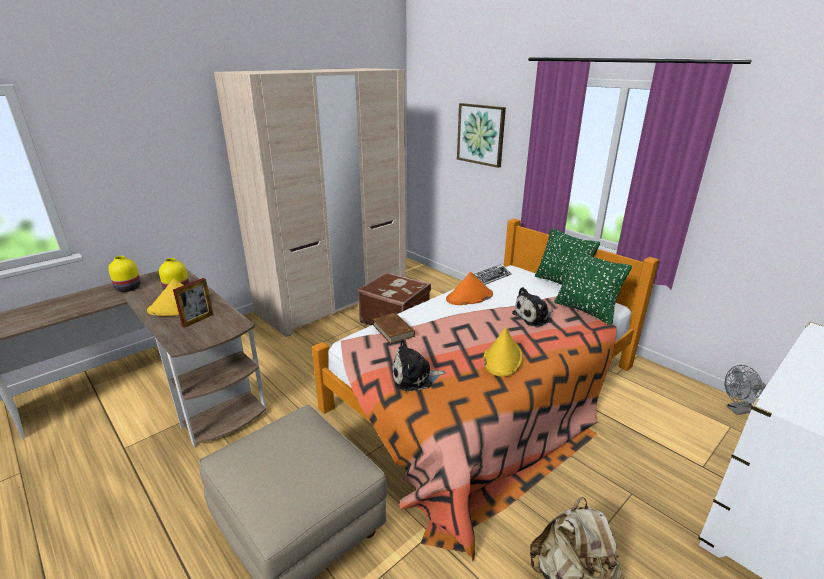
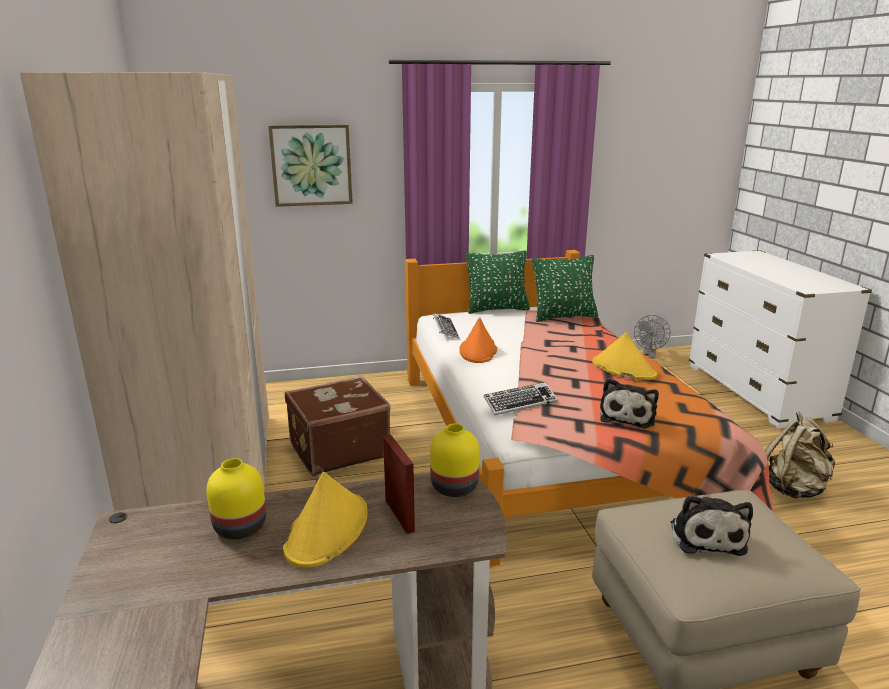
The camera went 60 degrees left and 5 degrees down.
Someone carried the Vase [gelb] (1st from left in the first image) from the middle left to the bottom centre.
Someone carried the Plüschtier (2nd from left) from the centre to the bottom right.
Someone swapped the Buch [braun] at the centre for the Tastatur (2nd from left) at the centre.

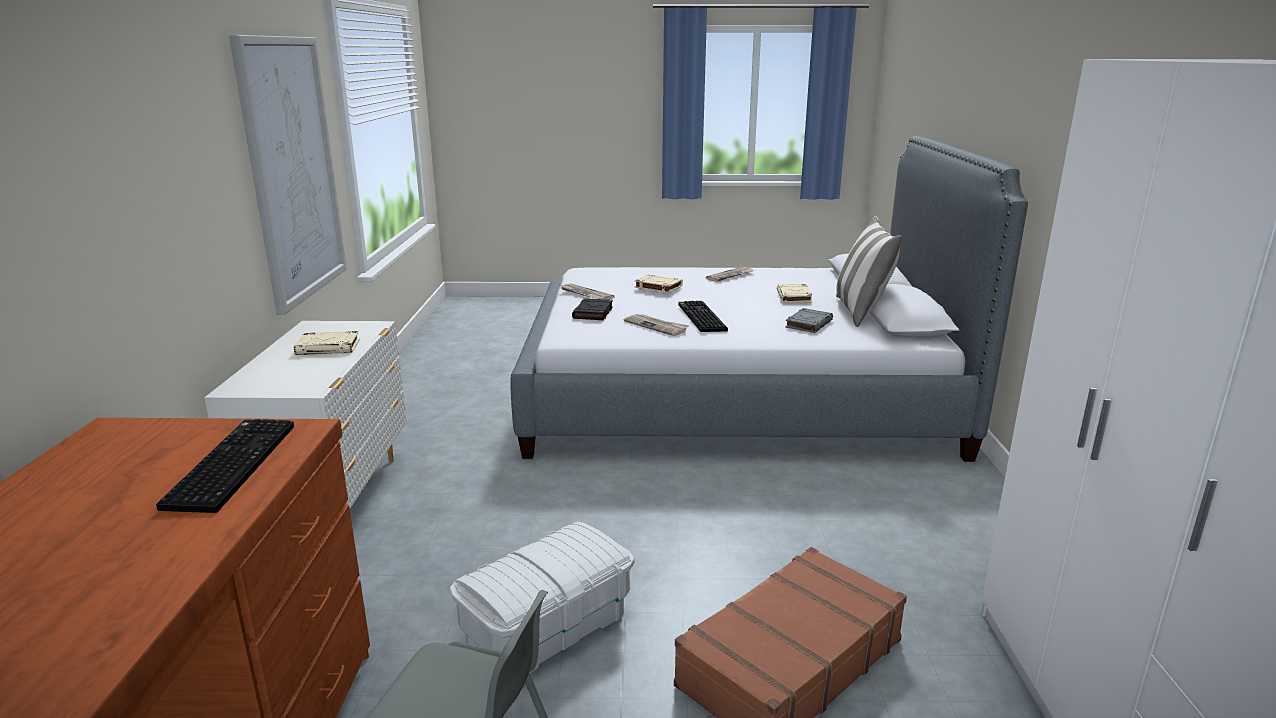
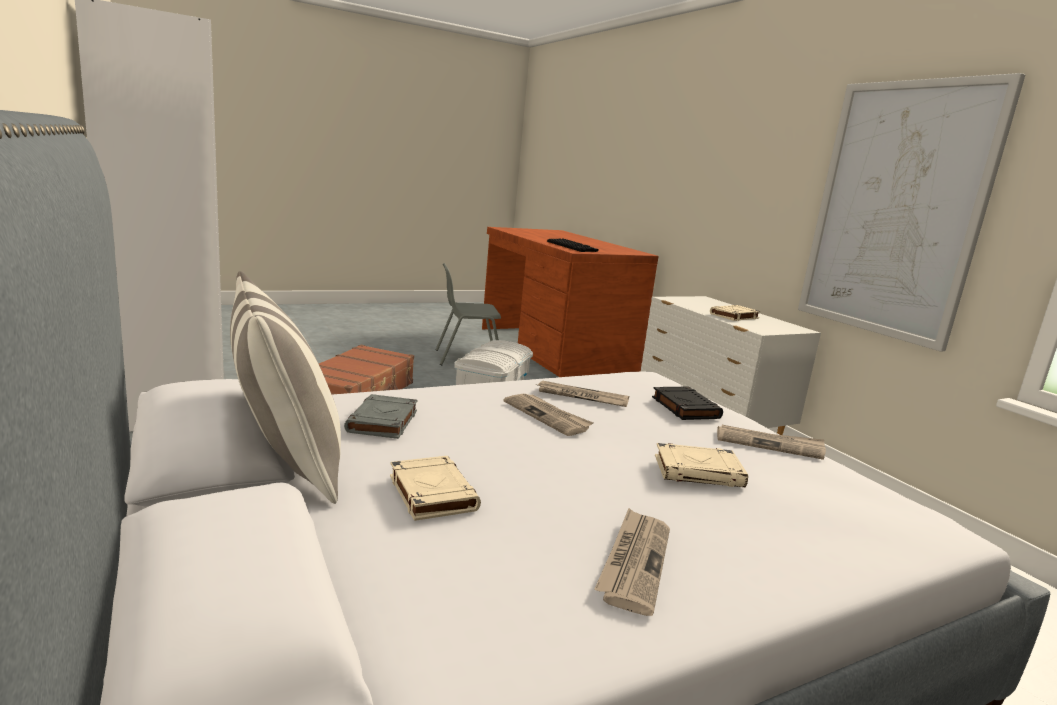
The camera went 150 degrees right and 5 degrees down.
Someone swapped the Tastatur (2nd from left) at the centre for the Zeitung (1st from left) at the centre.

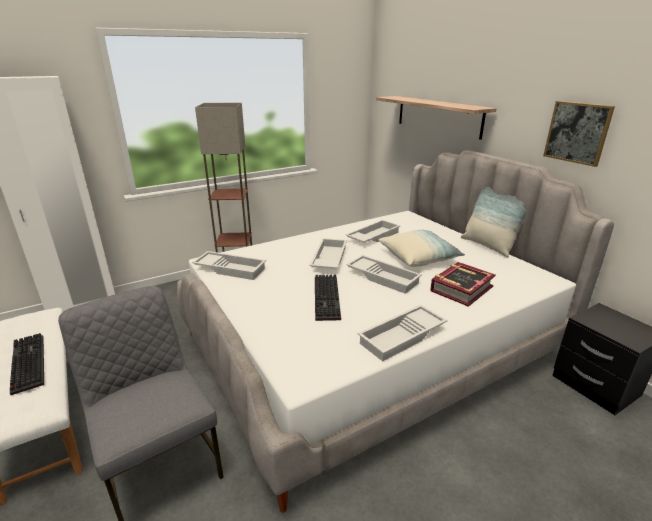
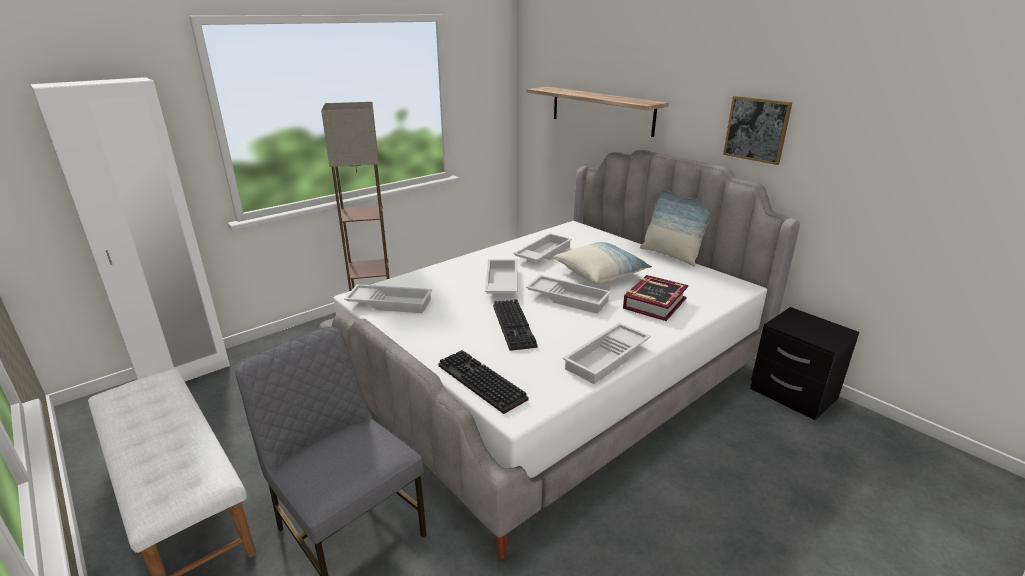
The camera went 10 degrees left and 0 degrees up.
Someone carried the Tastatur (1st from left) from the bottom left to the centre.

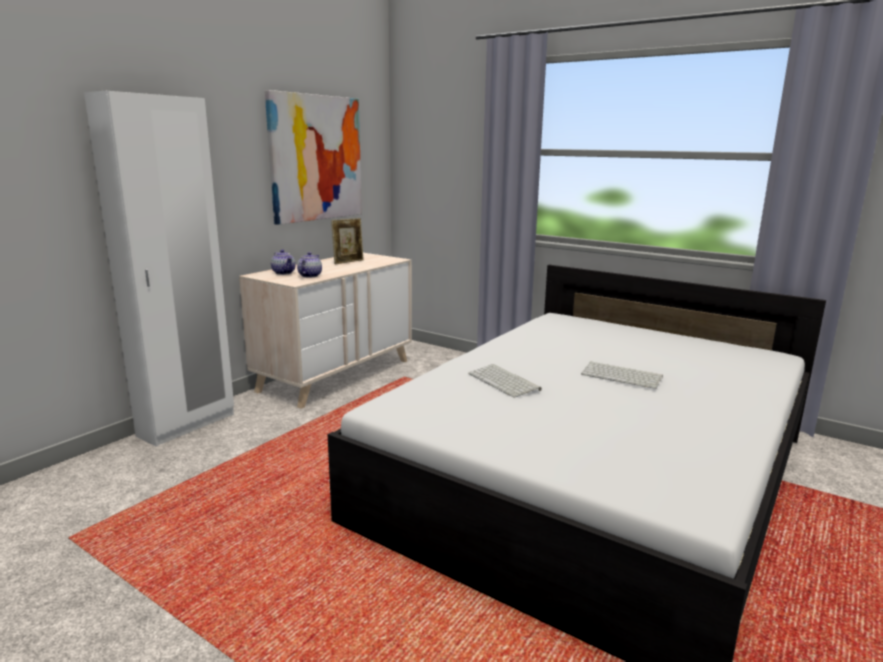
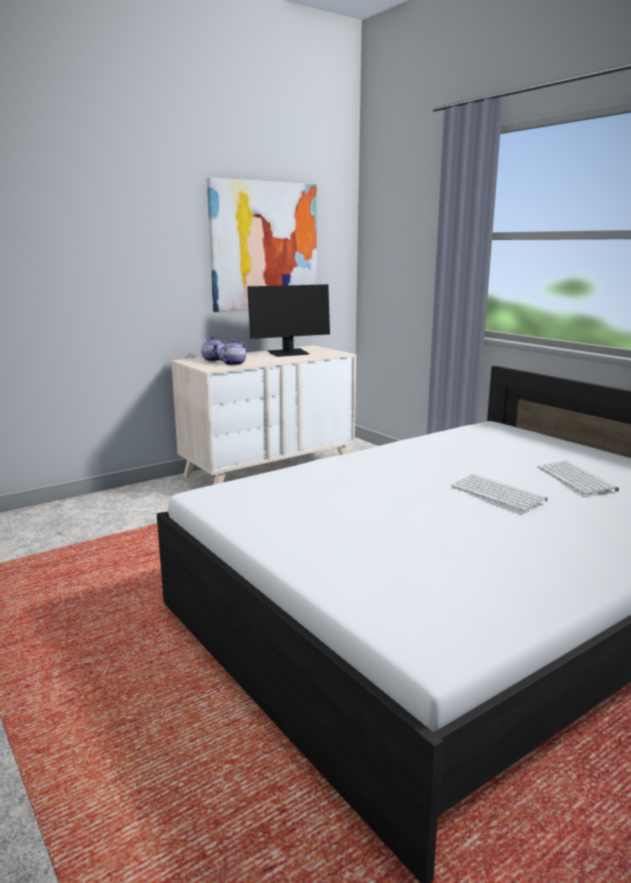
The camera went 20 degrees right and 0 degrees up.
Someone took away the Kleiderschrank [weiß] at the middle left.
Someone carried the Tastatur (1st from left in the first image) from the centre to the middle right.
Someone swapped the Bilderrahmen at the centre for the Monitor at the centre.

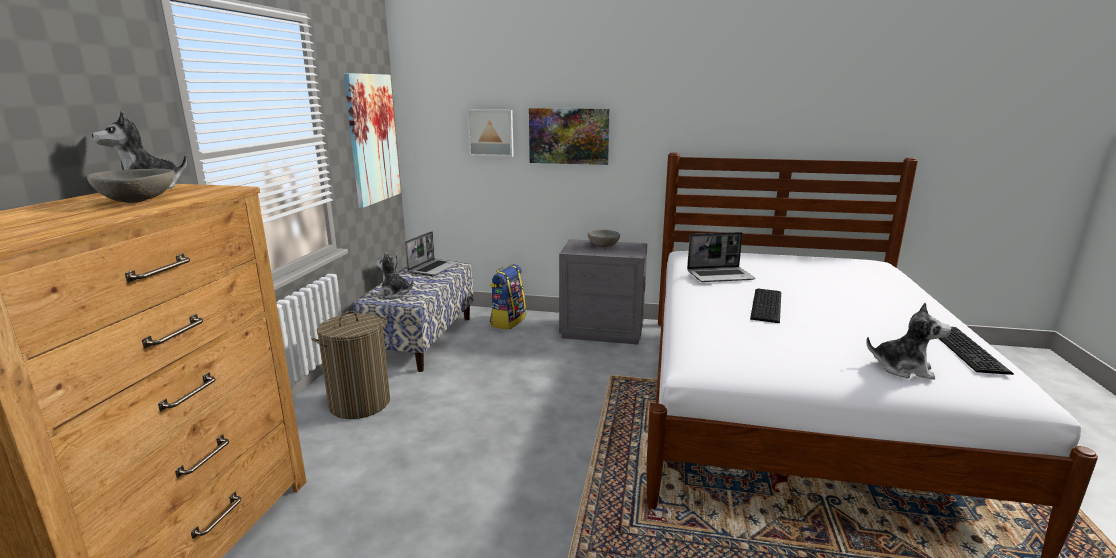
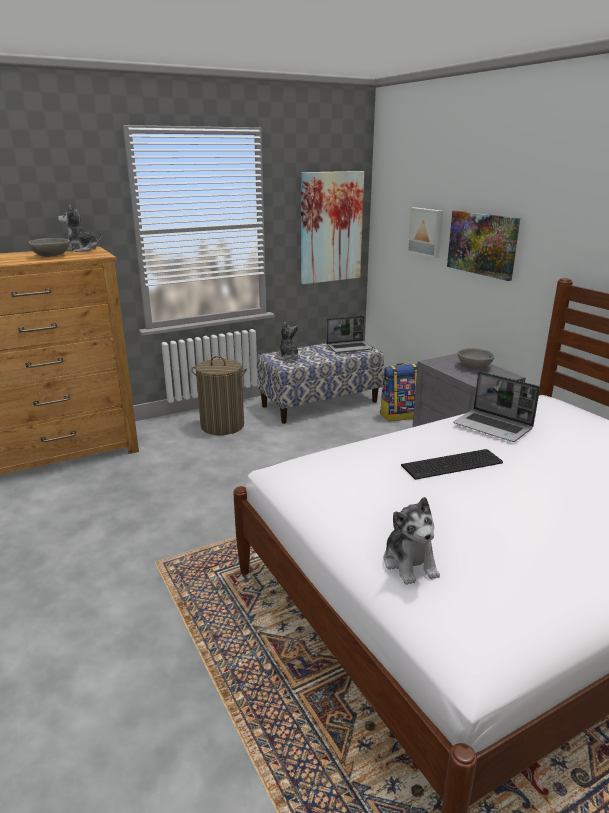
The camera went 50 degrees right and 5 degrees up.
Someone took away the Tastatur (2nd from left) at the middle right.

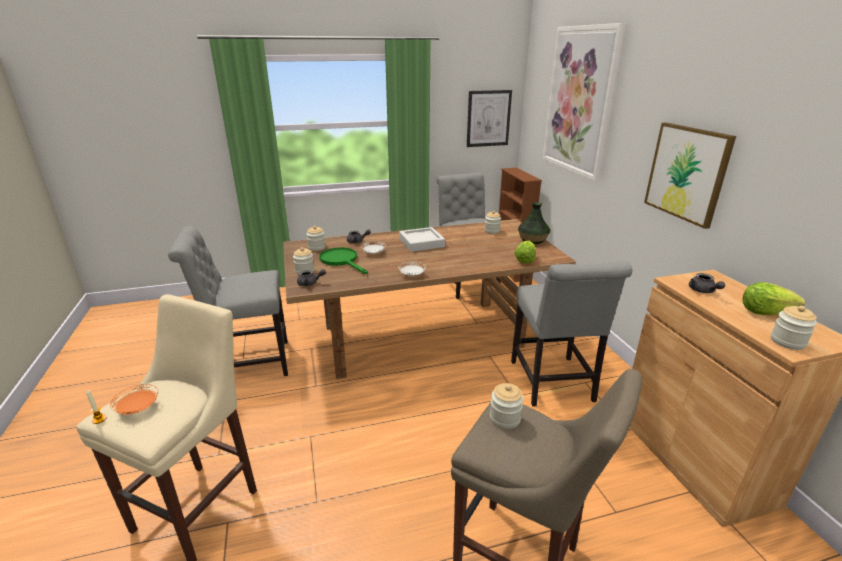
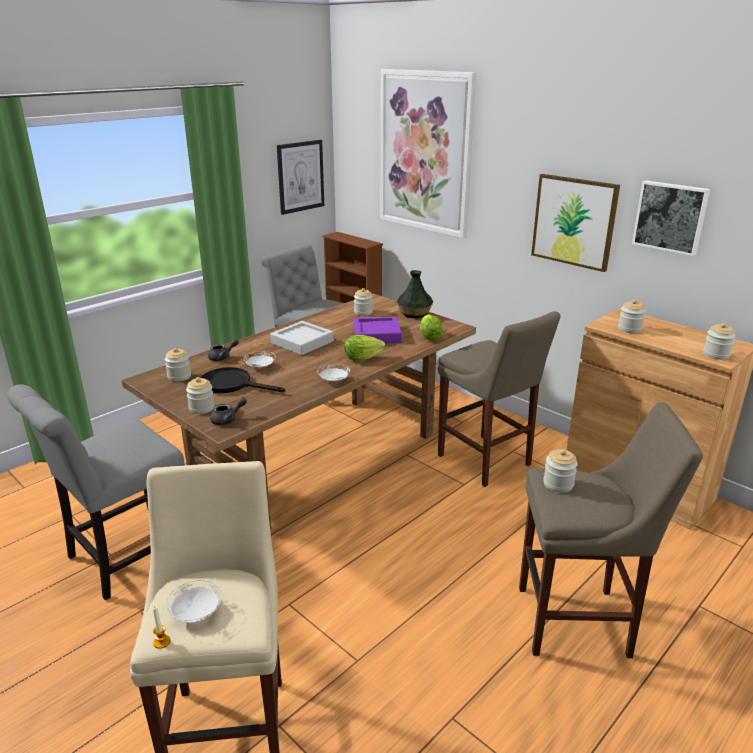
The camera went 30 degrees left and 0 degrees up.
Someone put down the Tablett [lila] at the centre.
Someone put up the Bild (4th from left) at the top right.
Someone carried the Salatkopf (2nd from left in the first image) from the middle right to the centre.
Someone swapped the Stuhl [grau] (3rd from left) at the middle right for the Hocker [beige] (2nd from left) at the centre.
Someone swapped the Teekanne [grau] (3rd from left) at the middle right for the Vorratsglas (5th from left) at the middle right.
Someone repainted the Teller [orange] at the bottom left, which became the Teller [weiß] (1st from left) at the bottom left.
Someone repainted the Pfanne [grün] at the centre, which became the Pfanne [schwarz] at the middle left.

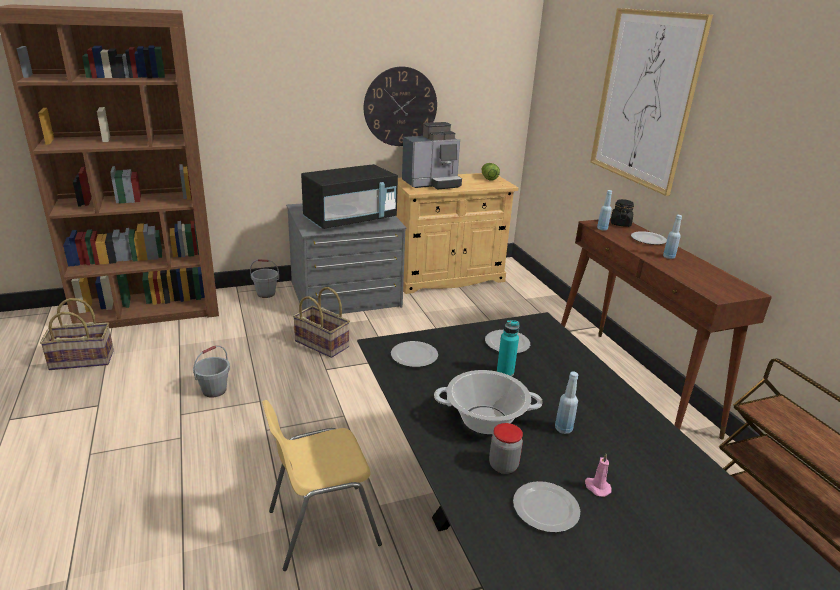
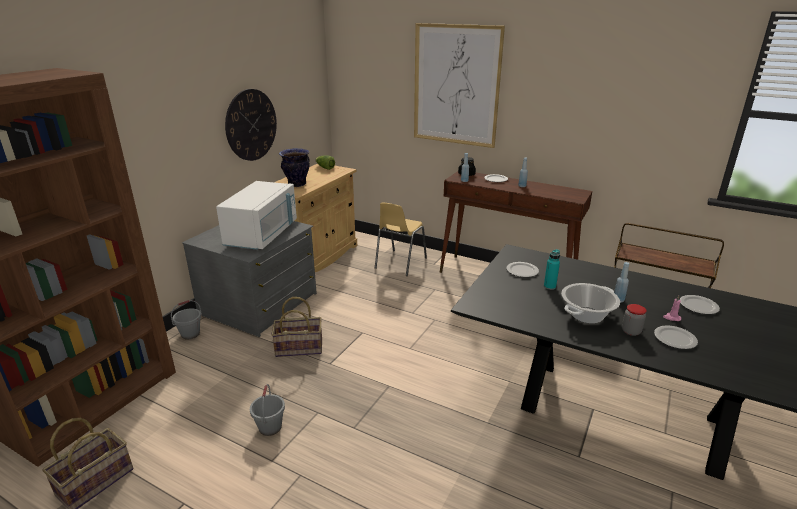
The camera went 40 degrees left and 0 degrees up.
Someone carried the Stuhl [gelb] from the bottom centre to the centre.
Someone carried the Teller (1st from left in the first image) from the centre to the middle right.
Someone swapped the Kaffeemaschine at the top centre for the Vase at the top centre.
Someone repainted the Mikrowelle [schwarz] at the top centre, which became the Mikrowelle [weiß] at the middle left.

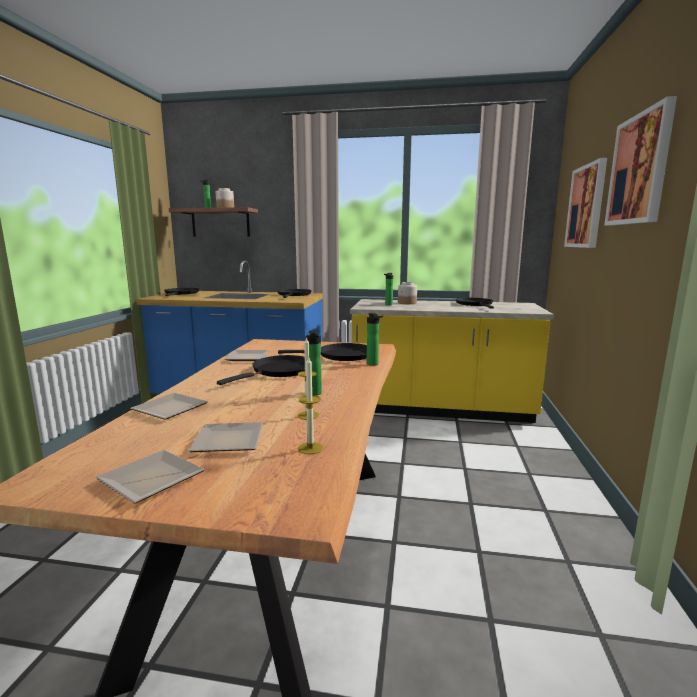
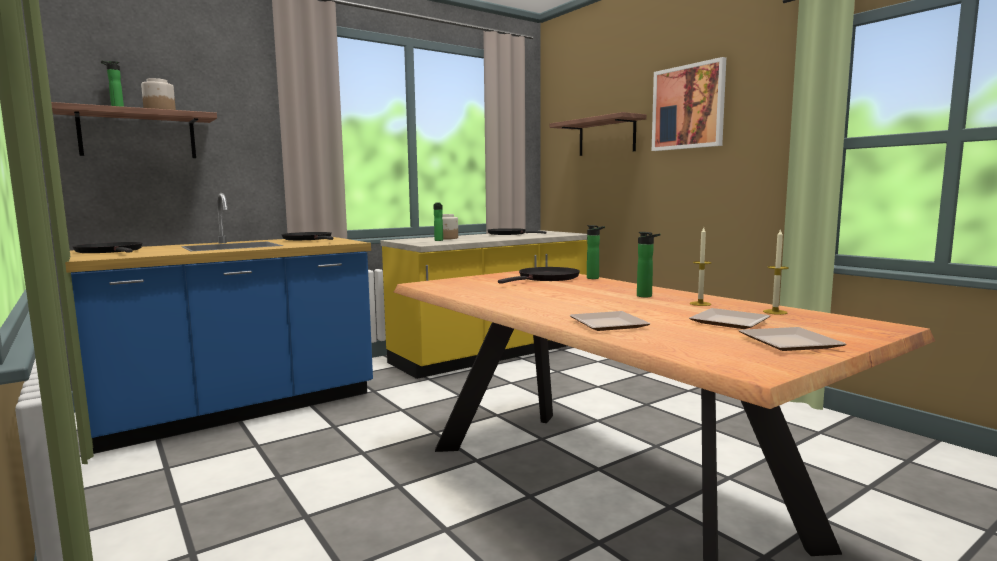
The camera went 45 degrees left and 5 degrees down.
Someone took away the Pfanne [schwarz] (2nd from left) at the centre.
Someone took away the Teller (4th from left) at the centre.
Someone swapped the Bild (1st from left) at the top right for the Wandregal (2nd from left) at the top centre.

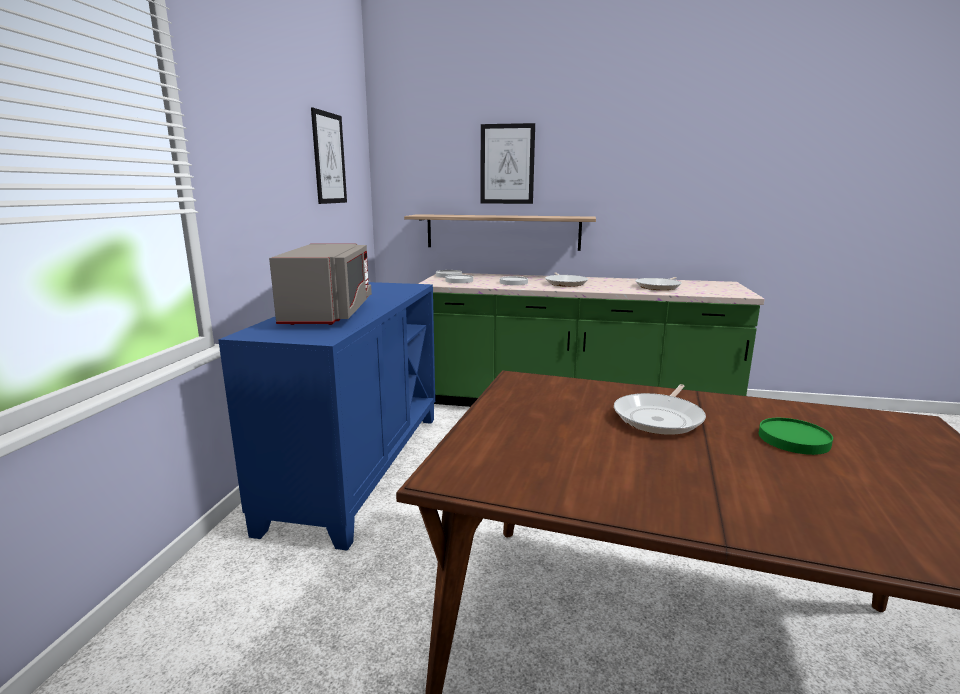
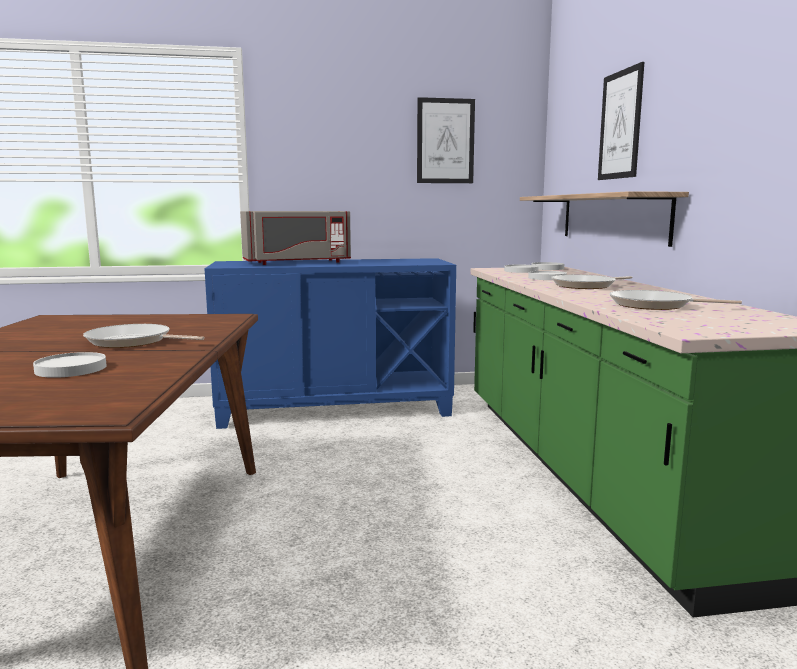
The camera went 70 degrees right and 5 degrees down.
Someone repainted the Teller [grün] at the middle right, which became the Teller [weiß] (1st from left) at the middle left.

